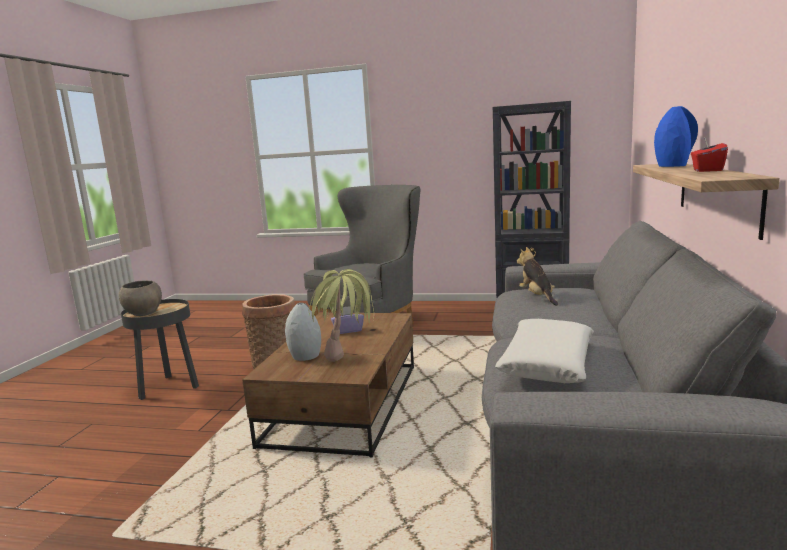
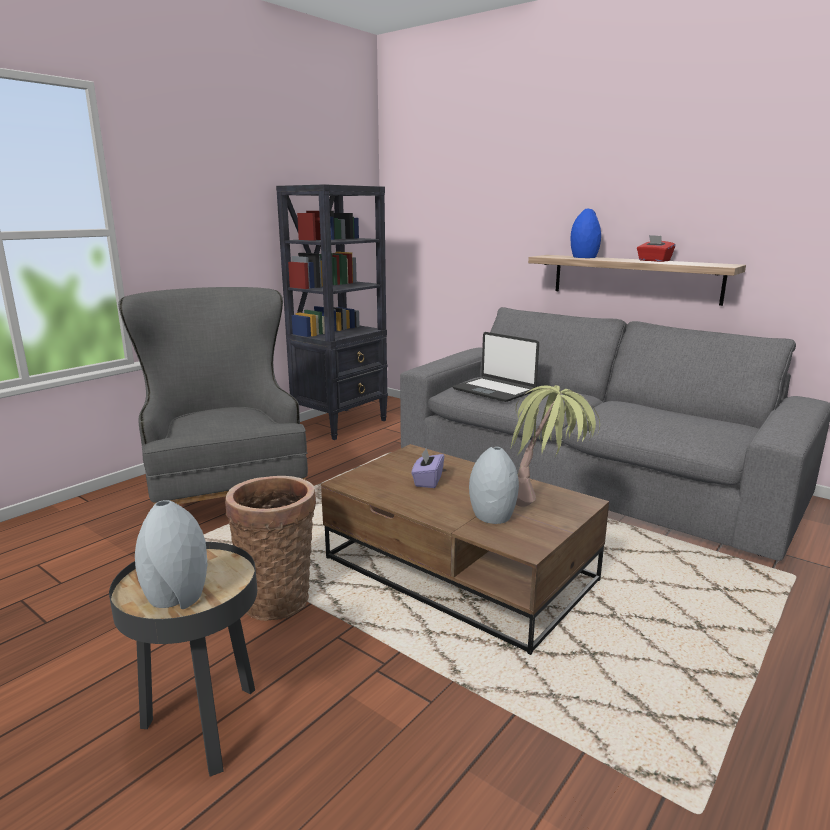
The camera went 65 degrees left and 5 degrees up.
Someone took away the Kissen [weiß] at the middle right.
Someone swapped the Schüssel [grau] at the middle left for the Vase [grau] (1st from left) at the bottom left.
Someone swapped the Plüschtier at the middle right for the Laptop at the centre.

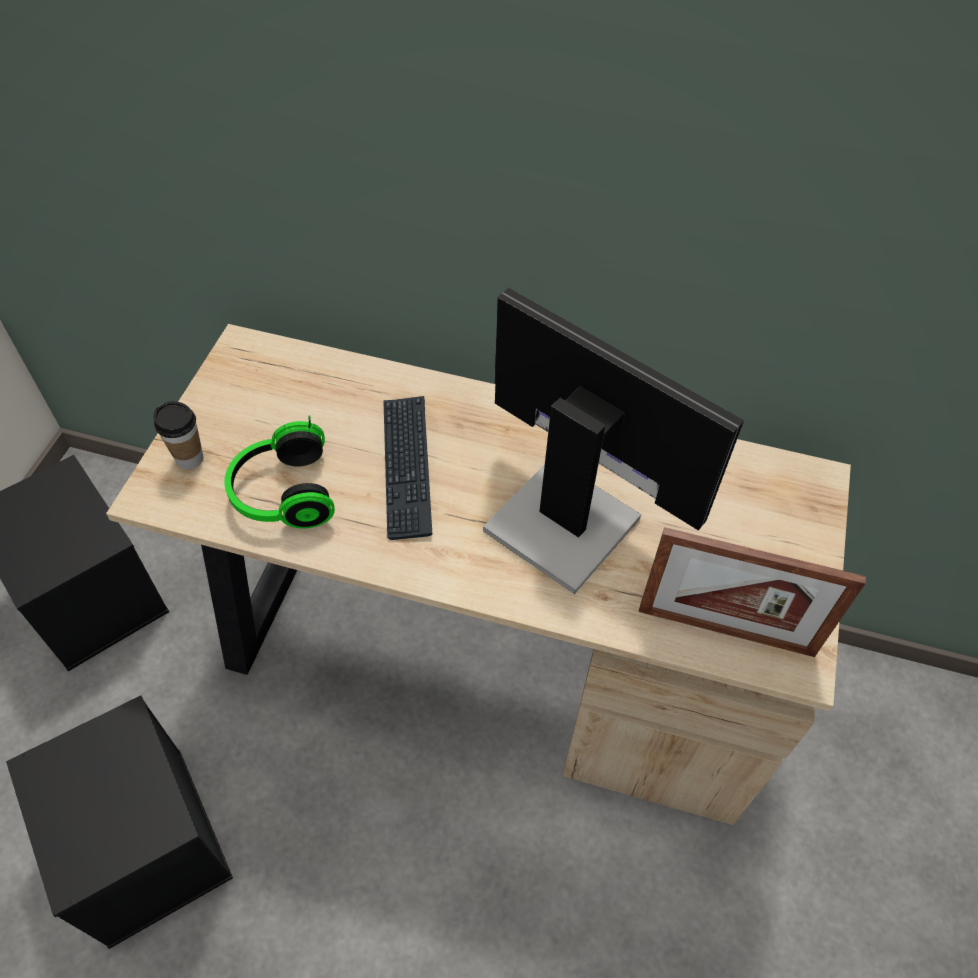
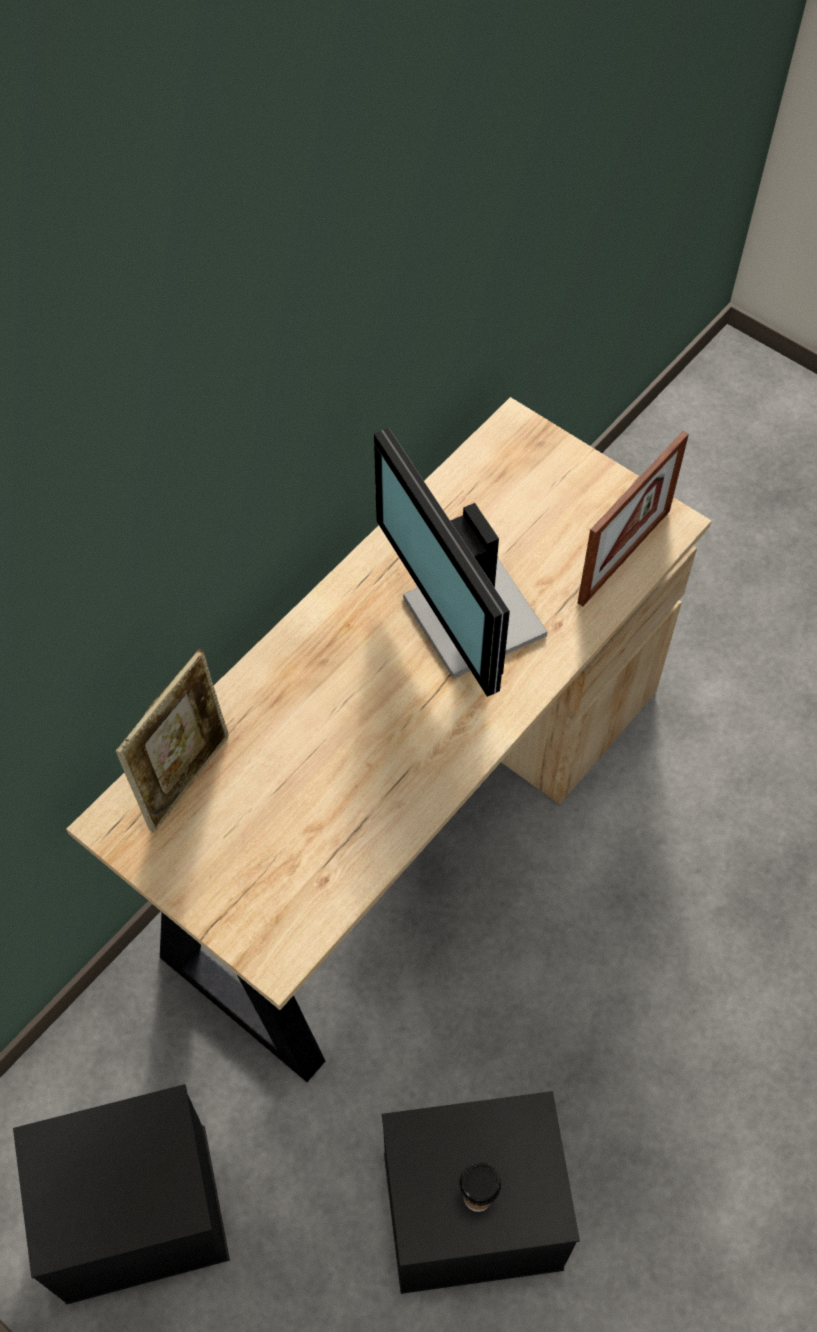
The camera went 65 degrees left and 5 degrees up.
Someone took away the Kopfhörer at the middle left.
Someone took away the Tastatur at the centre.
Someone put down the Bilderrahmen (1st from left) at the middle left.
Someone carried the Tasse from the middle left to the bottom centre.
Someone rotated the Monitor at the centre by 90 degrees counterclockwise.

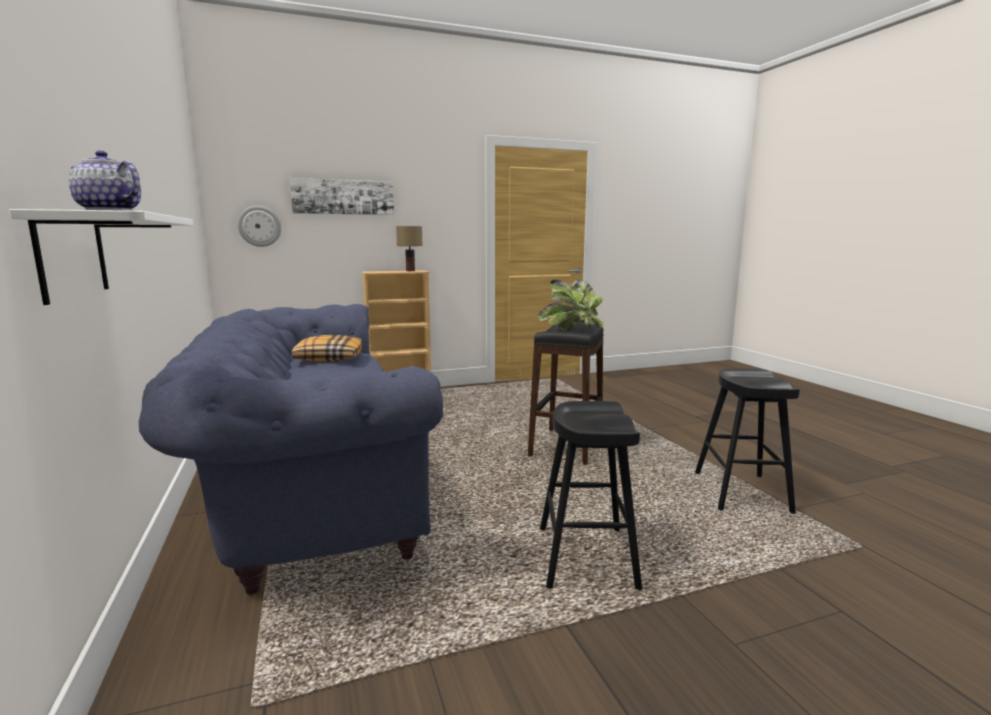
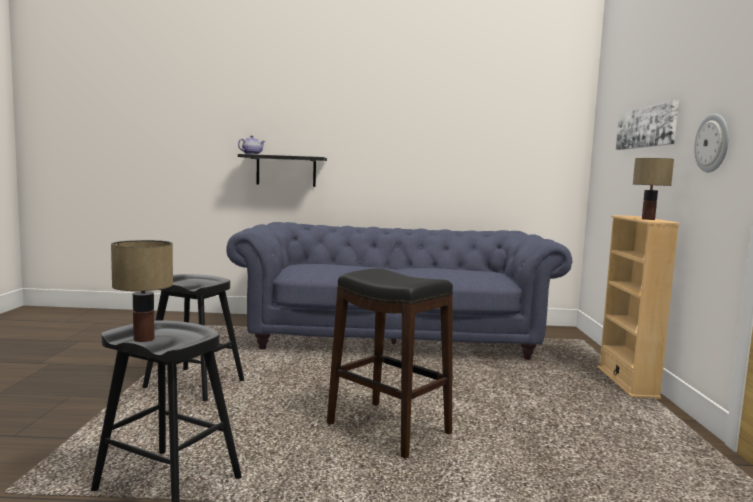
The camera went 110 degrees right and 5 degrees down.
Someone took away the Kissen at the middle left.
Someone took away the Topfpflanze at the centre.
Someone put down the Tischlampe (1st from left) at the middle left.
Someone carried the Wanduhr from the top left to the top right.
Someone repainted the Wandregal [weiß] at the middle left, which became the Wandregal [schwarz] at the centre.

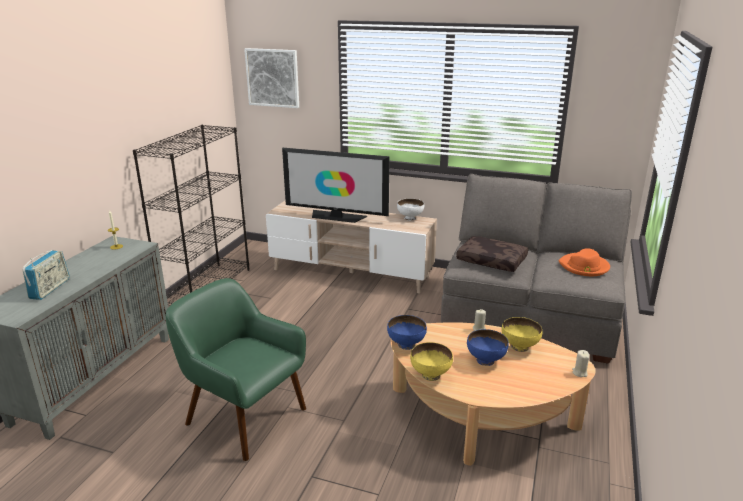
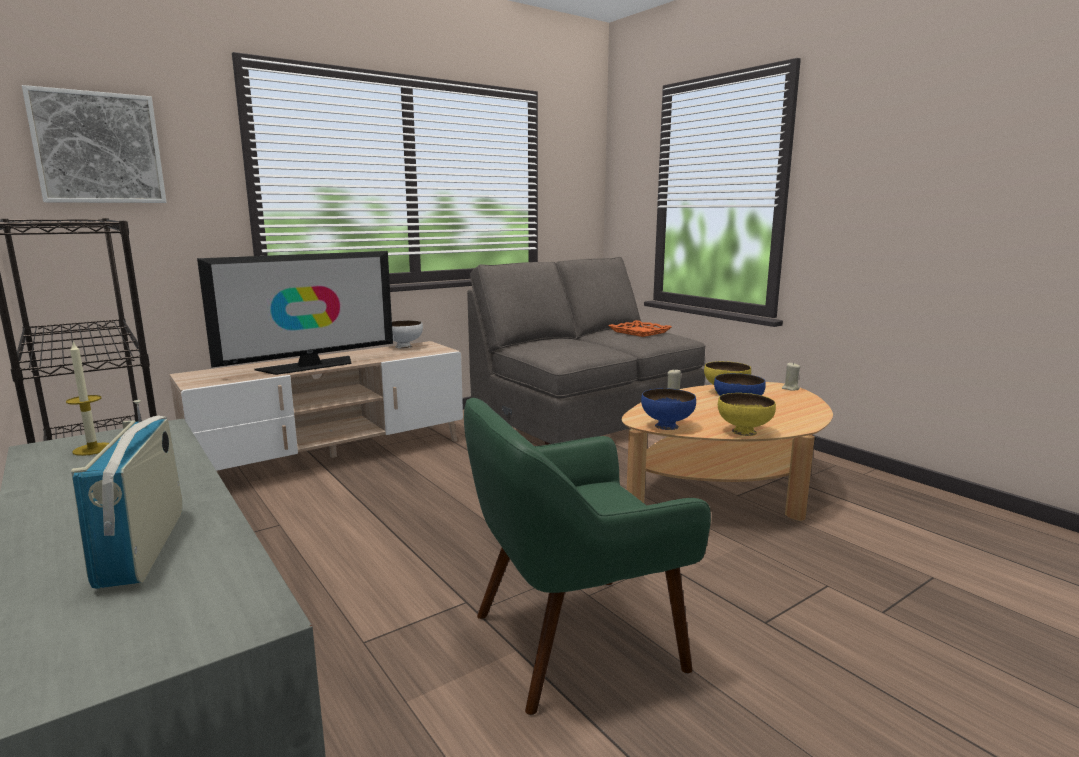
The camera went 55 degrees left and 10 degrees down.
Someone took away the Kissen [braun] at the centre.
Someone swapped the Hut [orange] at the middle right for the Tablett [orange] at the centre.
Someone rotated the Radio at the middle left by 150 degrees counterclockwise.

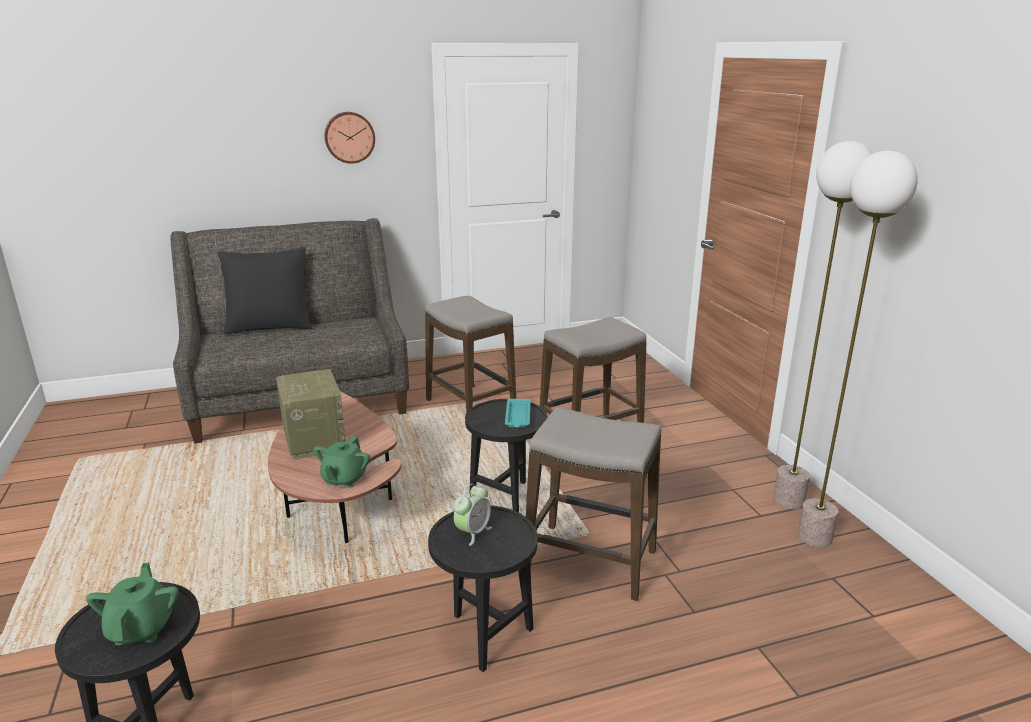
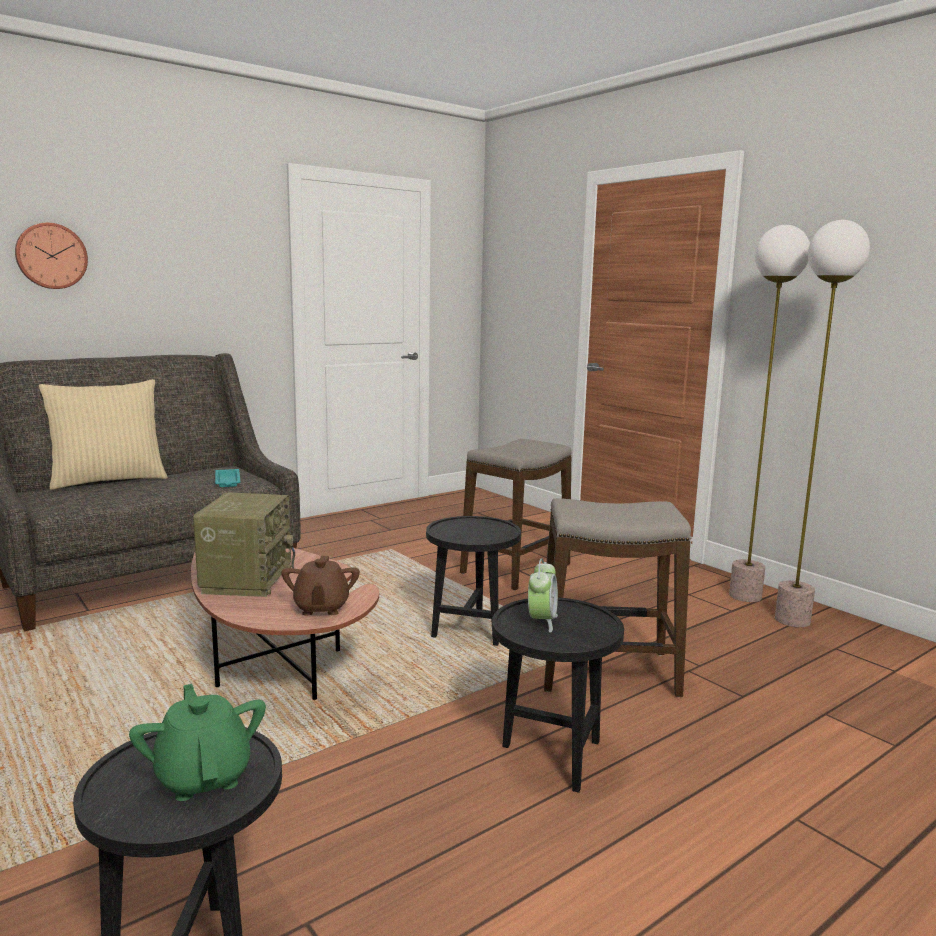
The camera went 20 degrees left and 10 degrees down.
Someone took away the Hocker (1st from left) at the centre.
Someone carried the Wanduhr from the top centre to the top left.
Someone carried the Tablett [türkis] from the centre to the middle left.
Someone repainted the Kissen [schwarz] at the middle left, which became the Kissen [beige] at the middle left.
Someone repainted the Teekanne [grün] (2nd from left) at the middle left, which became the Teekanne [braun] at the centre.
Someone rotated the Radio at the middle left by 45 degrees clockwise.

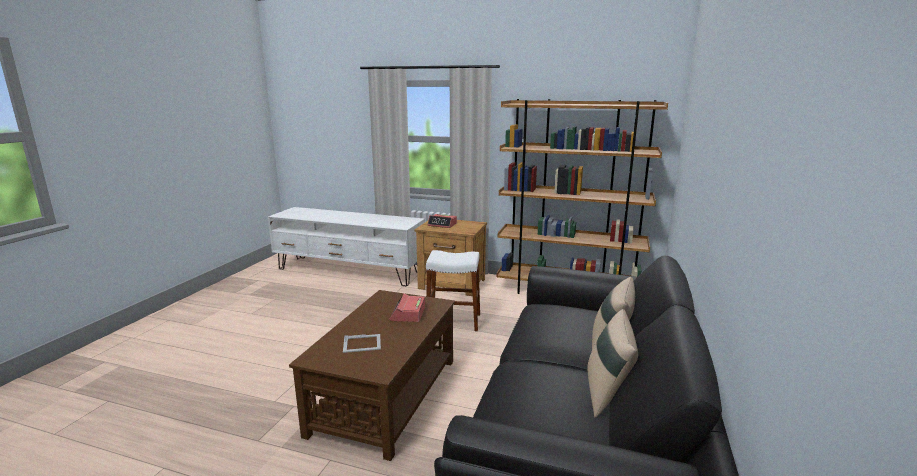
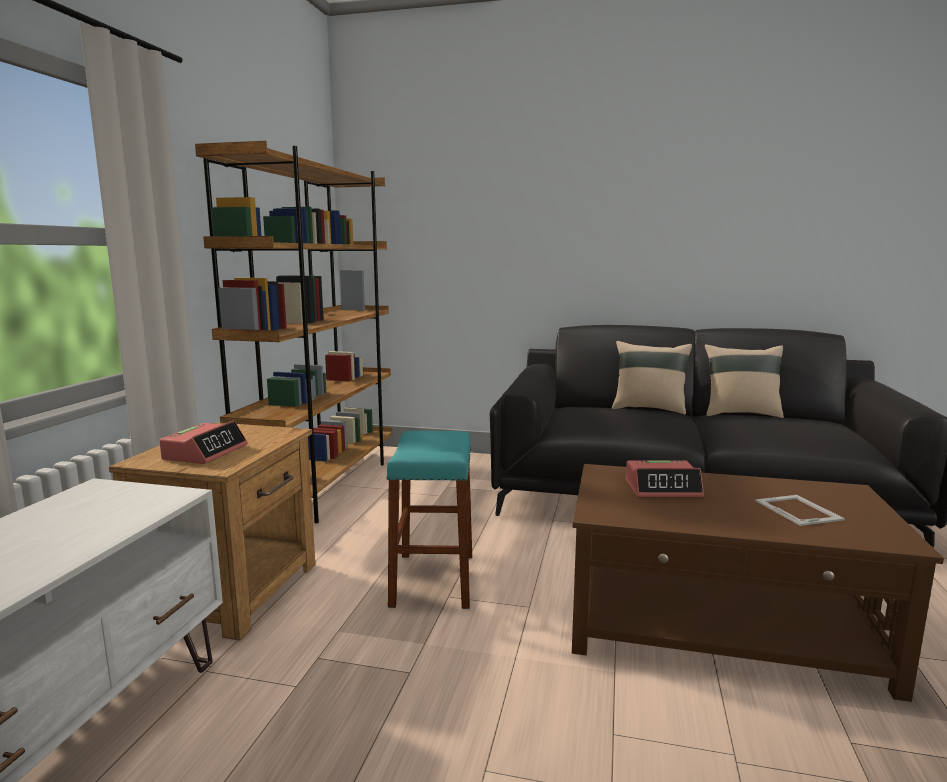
The camera went 95 degrees left and 5 degrees down.
Someone repainted the Hocker [weiß] at the centre, which became the Hocker [türkis] at the centre.

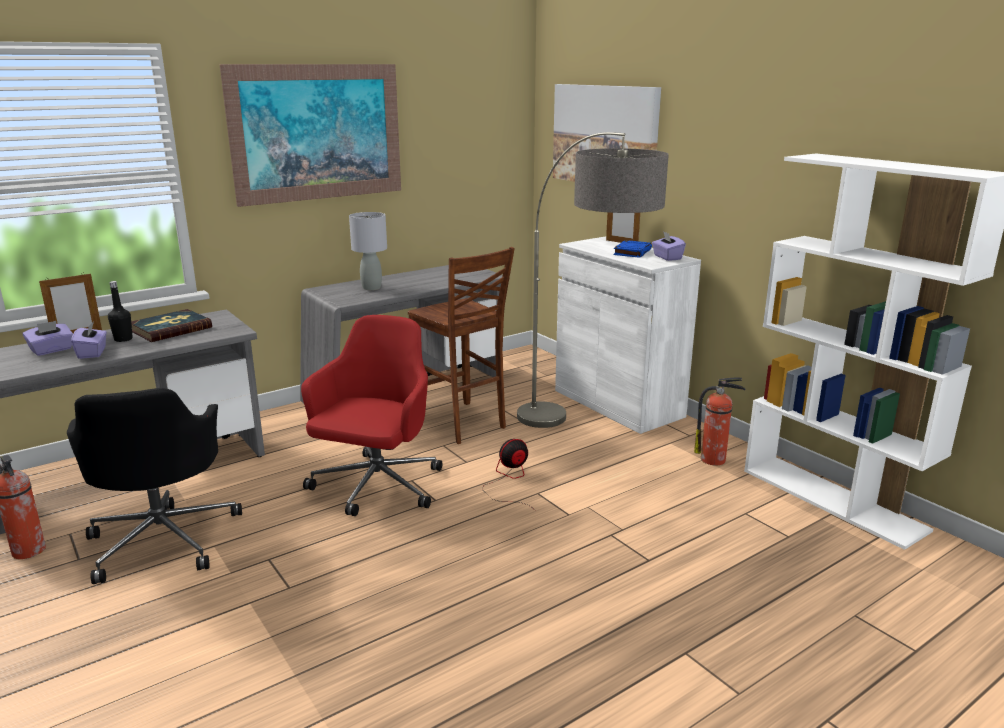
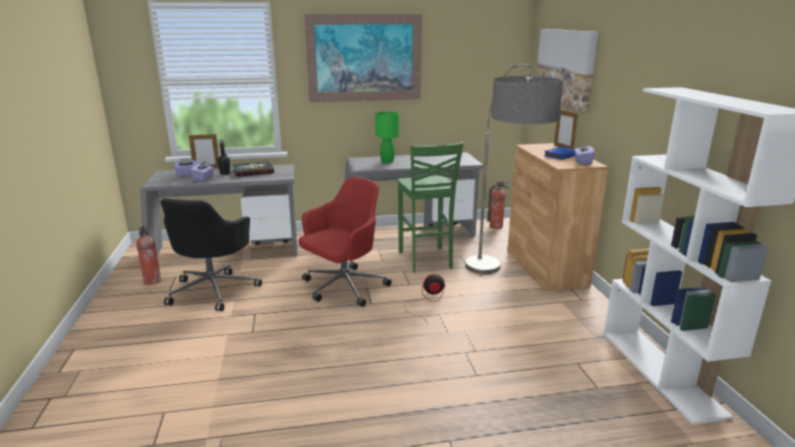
The camera went 25 degrees right and 0 degrees up.
Someone carried the Feuerlöscher (2nd from left) from the middle right to the centre.
Someone repainted the Tischlampe [grau] at the centre, which became the Tischlampe [grün] at the top centre.
Someone repainted the Hocker [braun] at the centre, which became the Hocker [grün] at the centre.
Someone repainted the Schrank [weiß] at the centre, which became the Schrank [braun] at the middle right.

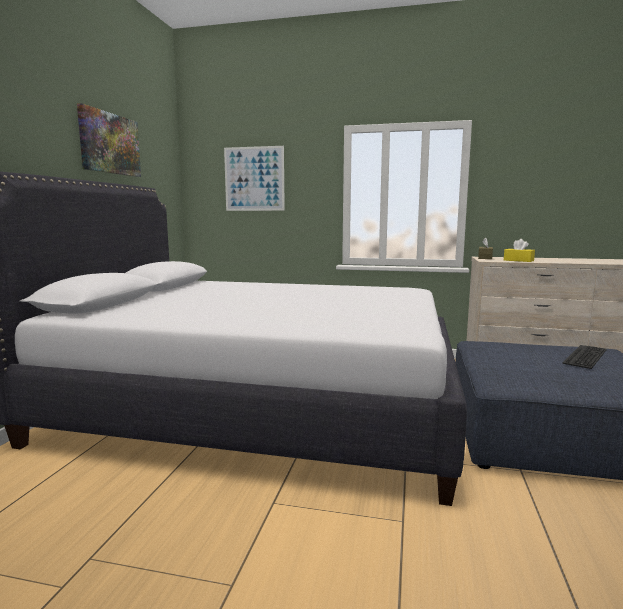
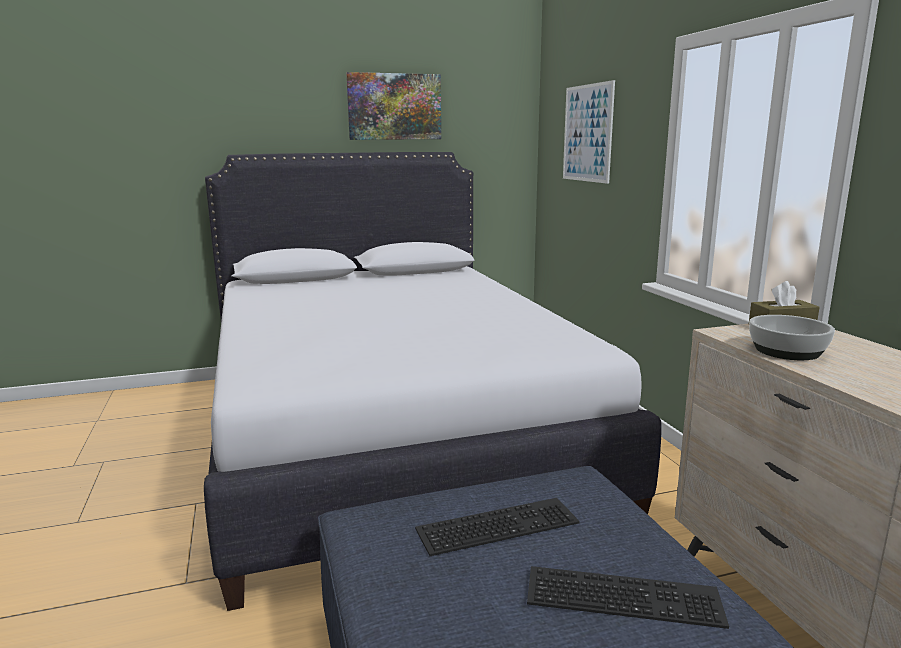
The camera went 60 degrees right and 5 degrees up.
Someone put down the Tastatur (1st from left) at the bottom centre.
Someone swapped the Taschentuchbox [gelb] at the middle right for the Schüssel at the middle right.

